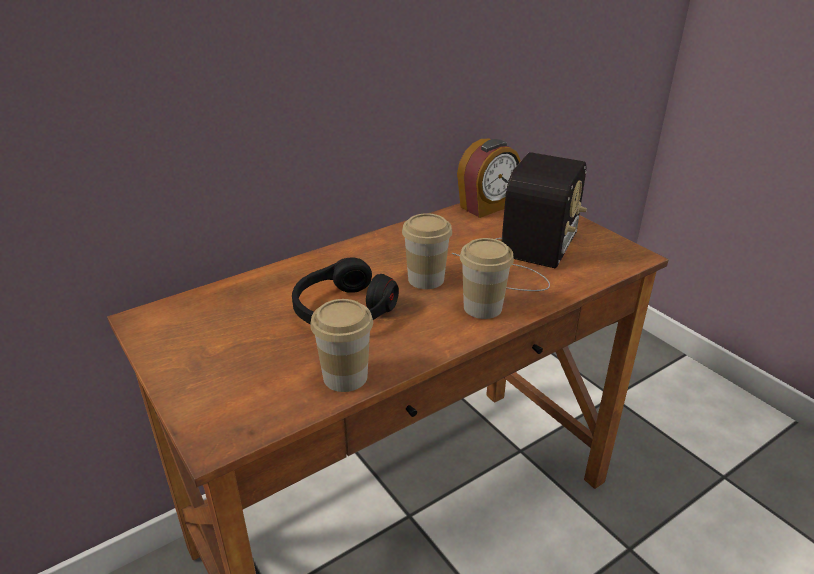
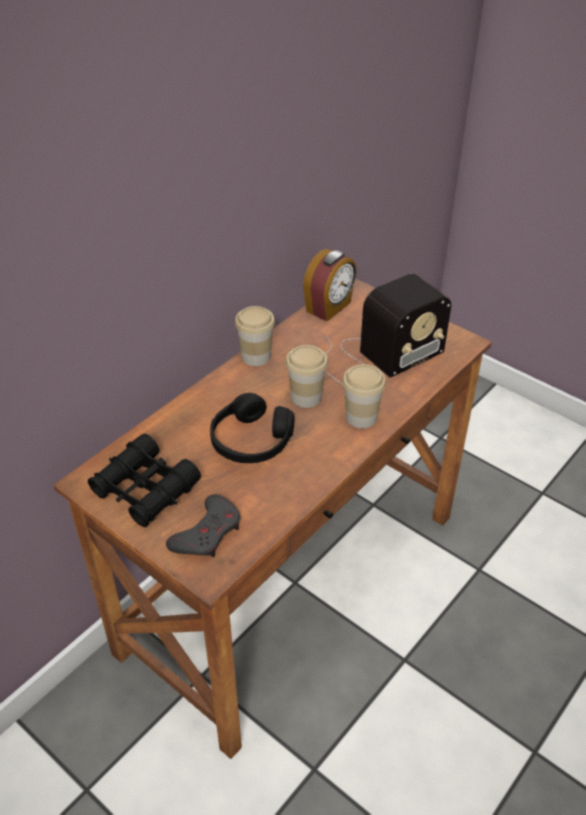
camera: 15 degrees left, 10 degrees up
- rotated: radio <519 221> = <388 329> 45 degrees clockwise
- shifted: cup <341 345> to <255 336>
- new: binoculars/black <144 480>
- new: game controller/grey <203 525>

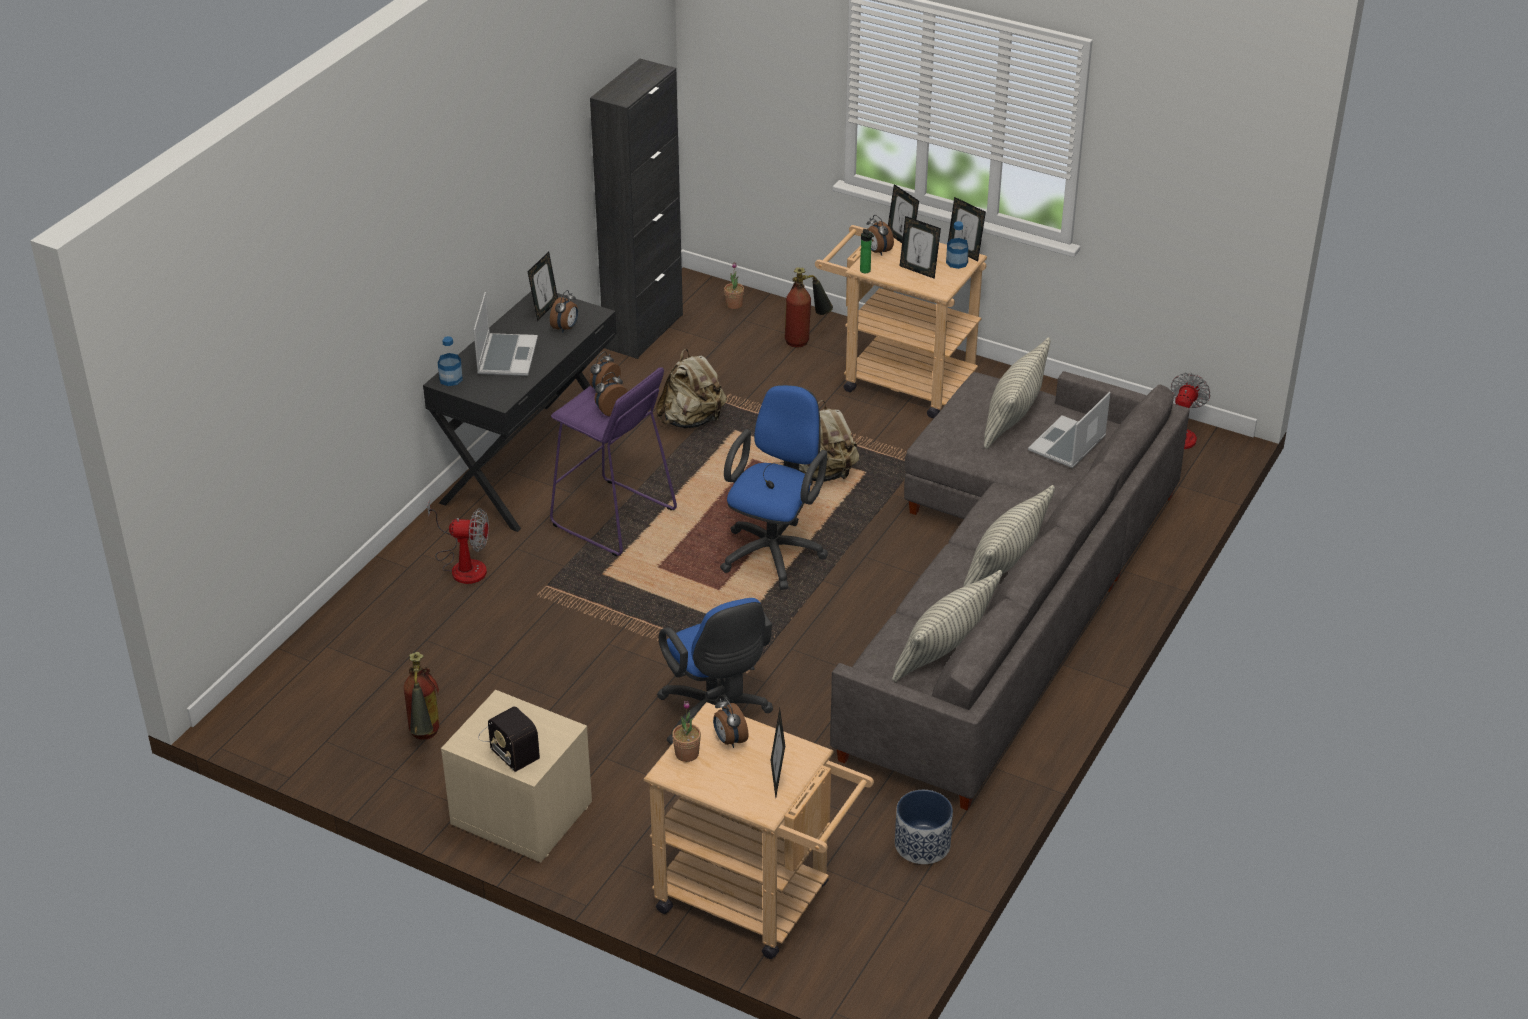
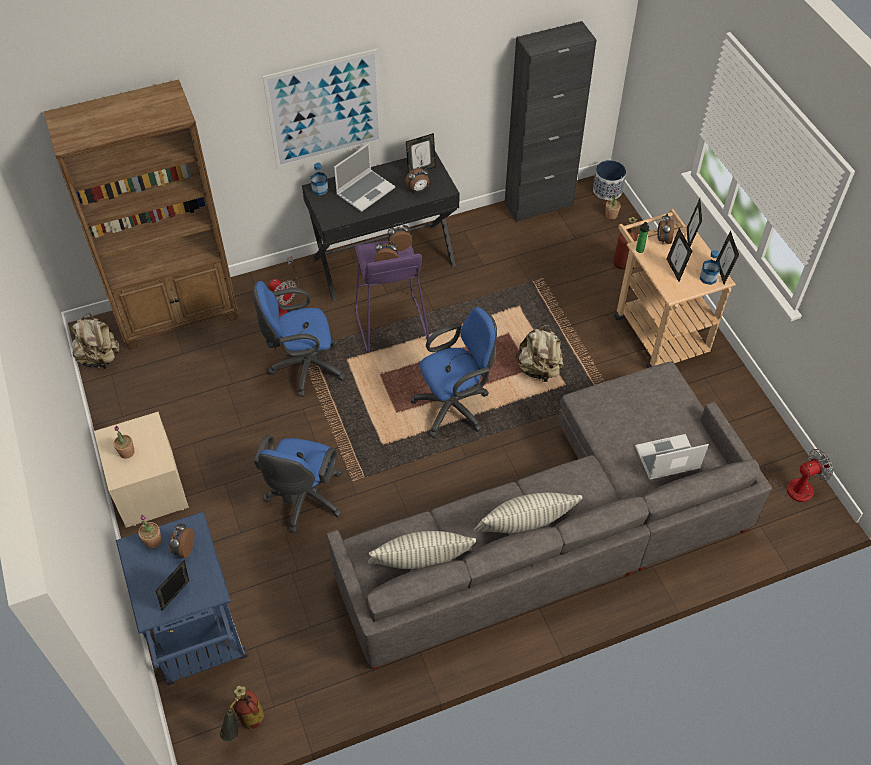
camera: 40 degrees right, 15 degrees up
- gone: pillow <1017 393>
- shifted: backpack/beige <691 388> to <95 341>
- shifted: fire extinguisher <421 696> to <242 713>
- repainted: cart/beige <759 830> to cart/blue <182 598>
- swapped: radio <509 739> to potted plant <124 442>
- shifted: planter <924 827> to <609 180>
- new: picture <323 109>
- new: bookcase/brown <141 215>
- new: office chair/blue <299 339>

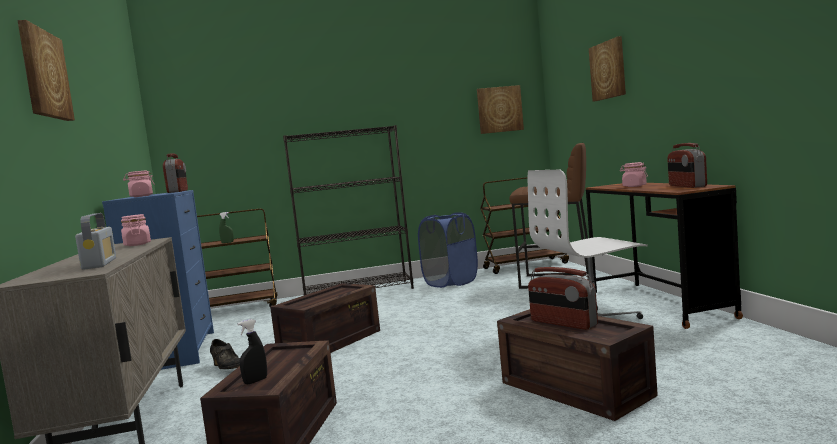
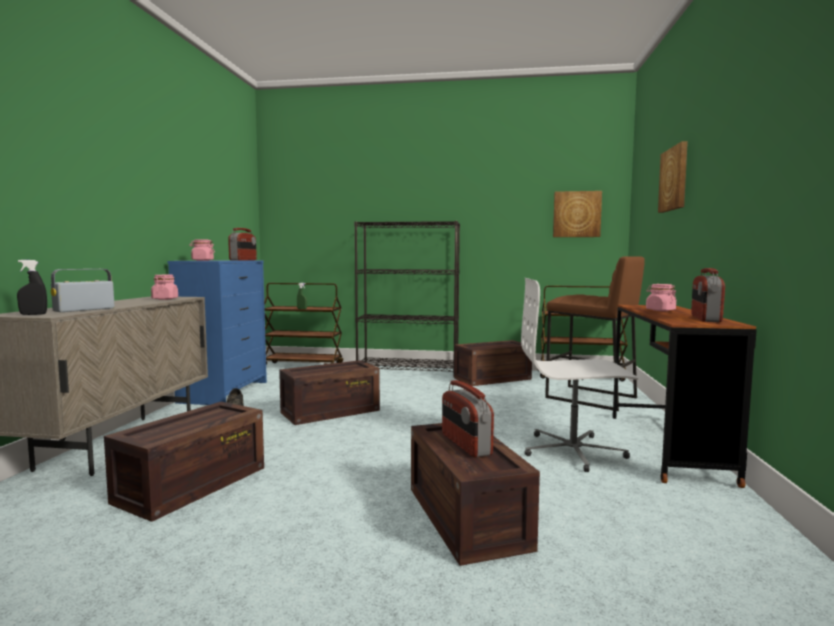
camera: 20 degrees right, 0 degrees up
- gone: picture <46 70>
- swapped: laundry basket/blue <448 250> to crate <493 363>
- rotated: radio <95 241> = <83 290> 150 degrees counterclockwise
- shifted: spray bottle/black <252 351> to <32 287>

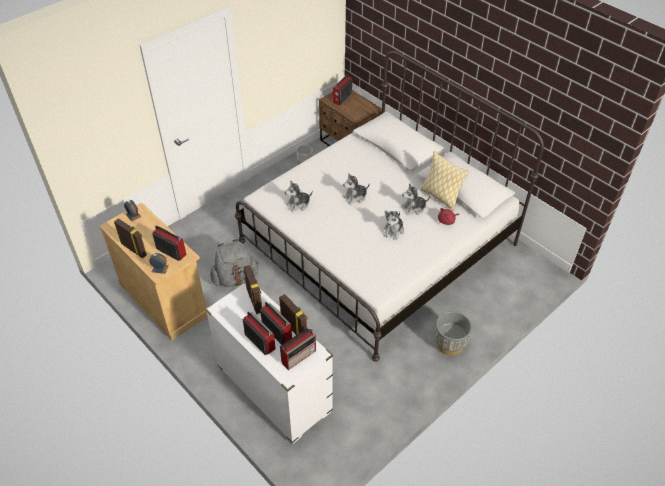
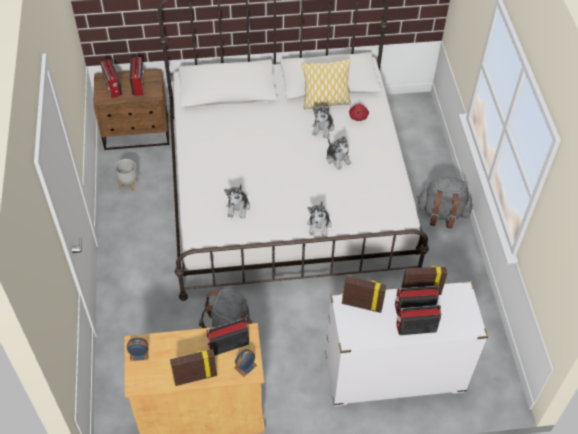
camera: 55 degrees left, 5 degrees up
- shifted: plush toy <356 189> to <319 219>
- swapped: planter/grey <453 333> to backpack/grey <445 202>
- shifted: radio <298 349> to <136 75>

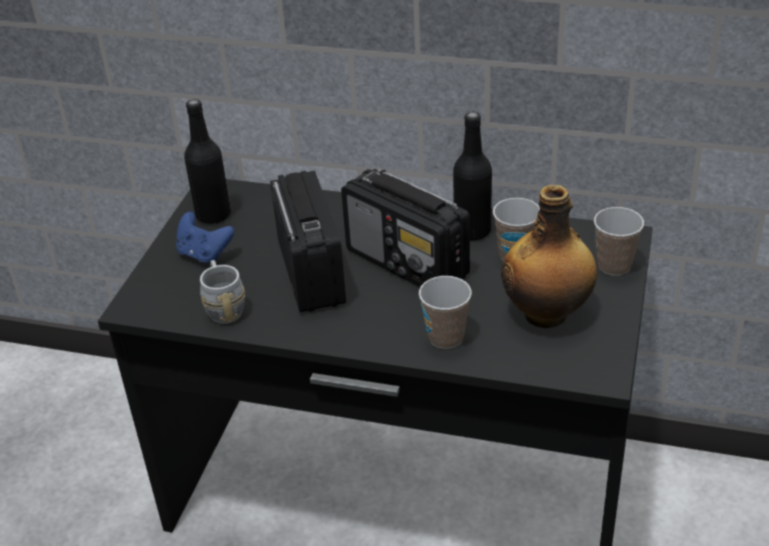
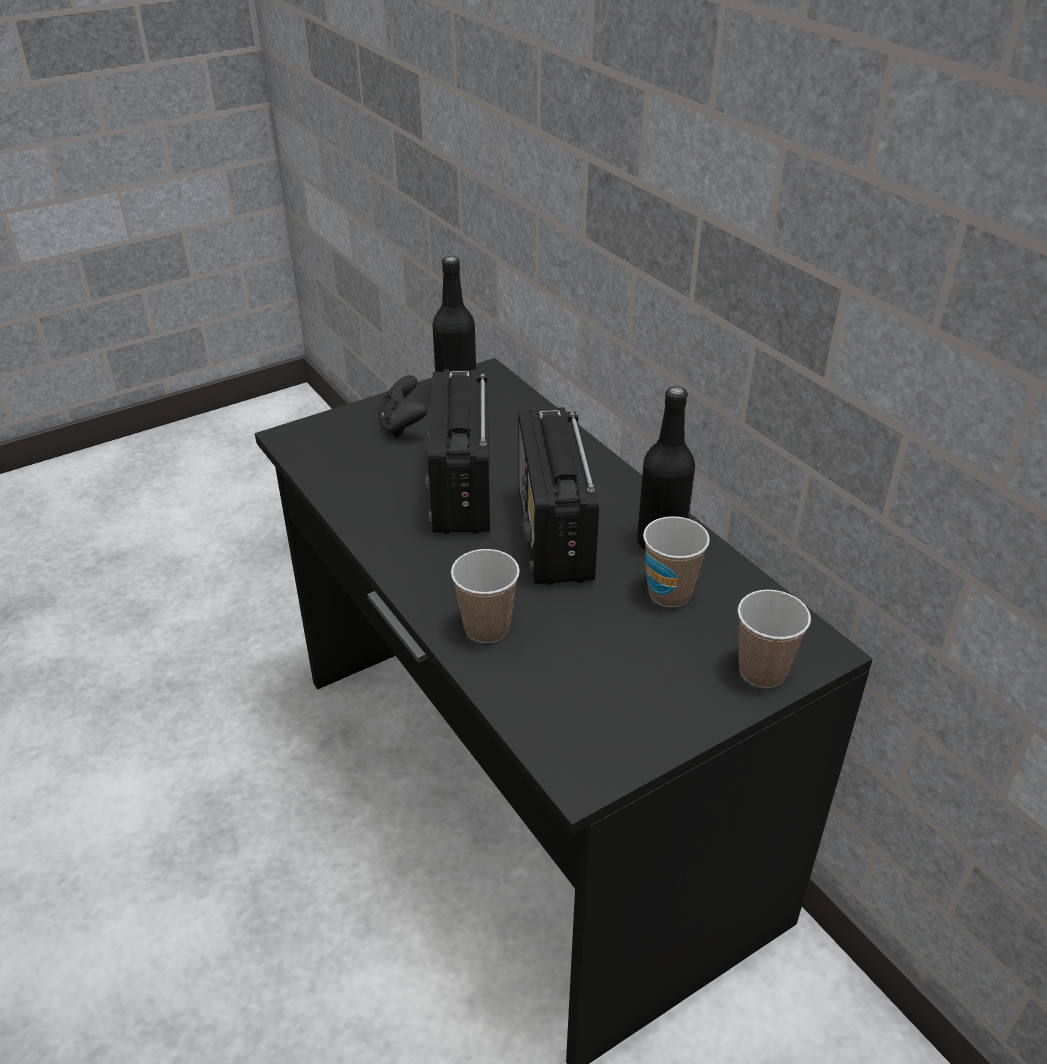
camera: 40 degrees right, 0 degrees up
- rotated: radio <308 241> = <458 451> 150 degrees clockwise
- gone: bottle <549 256>
- repainted: game controller/blue <205 237> to game controller/black <403 406>
- gone: mug/grey <222 292>

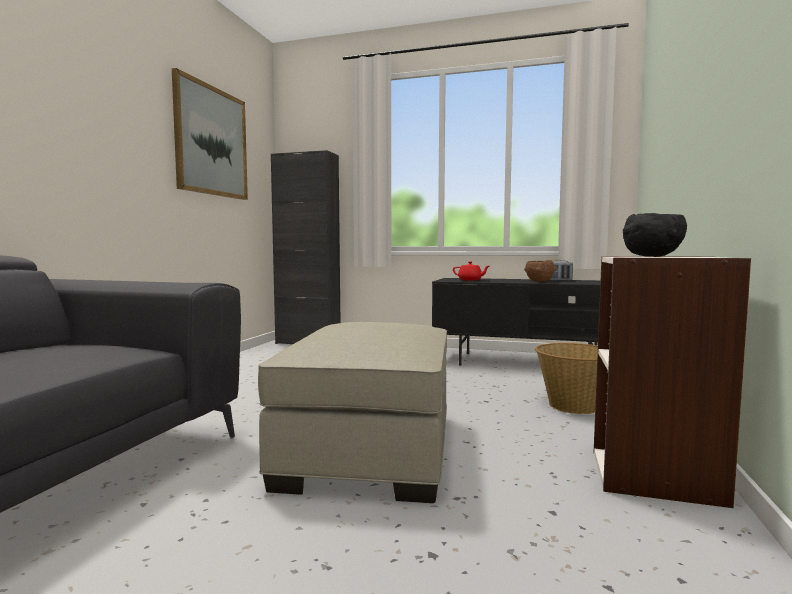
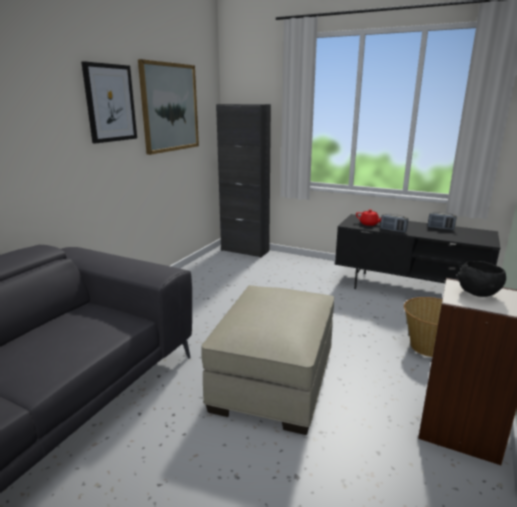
camera: 10 degrees right, 15 degrees up
- gone: bowl/brown <540 271>
- new: picture <109 102>
- new: radio <394 223>

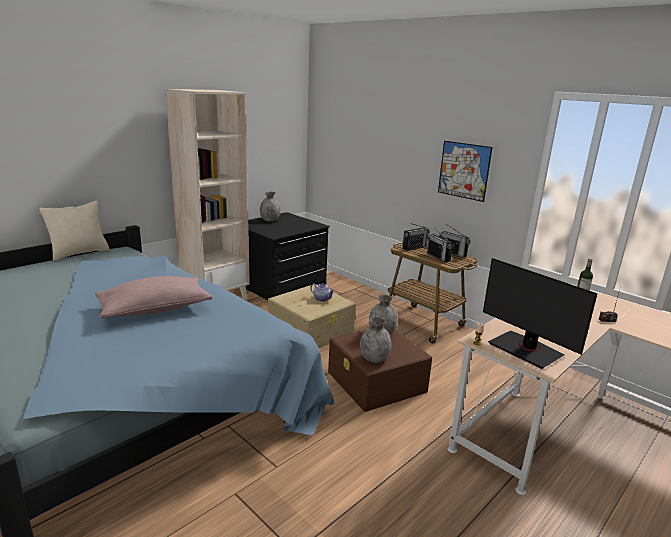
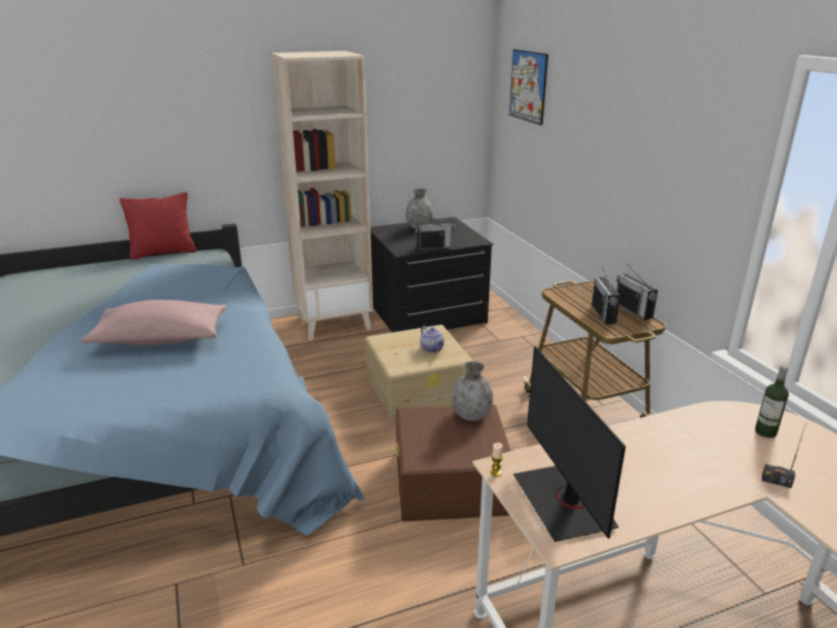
camera: 25 degrees right, 5 degrees up
- shifted: picture <465 171> to <528 87>
- repainted: pillow/beige <74 231> to pillow/red <158 226>
- shifted: radio <416 237> to <435 232>
- gone: vase/grey <375 340>

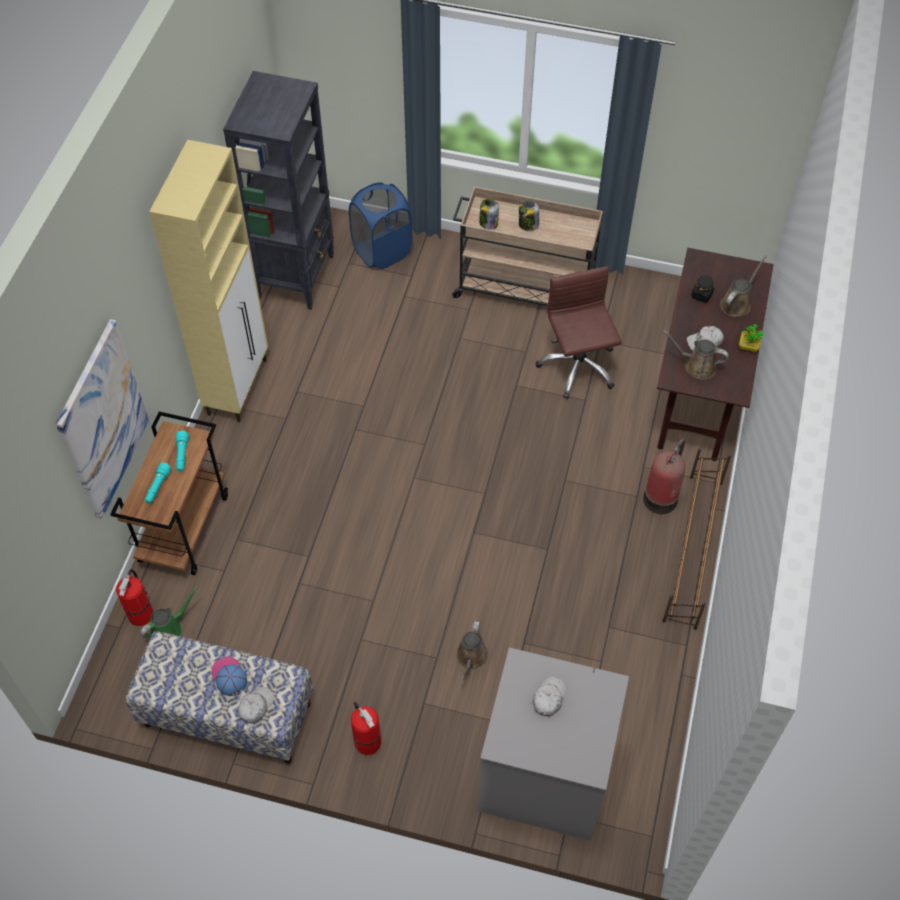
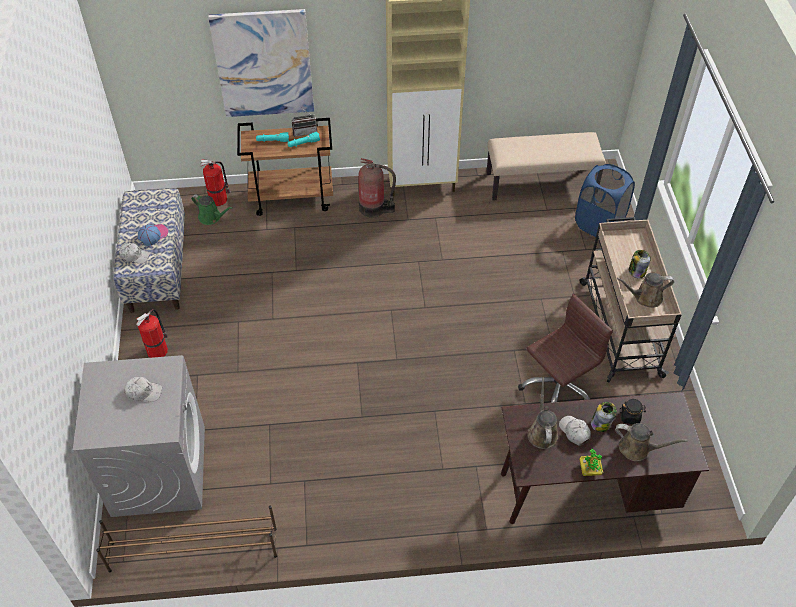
camera: 70 degrees right, 5 degrees down
- swapped: bookcase/black <278 190> to bench/beige <546 166>
- shifted: jar <489 214> to <604 417>
- shifted: fire extinguisher <664 476> to <377 188>
- shifted: shoe rack/brown <696 539> to <186 539>
- shifted: watering can/brown <472 650> to <645 290>
- new: radio <304 121>

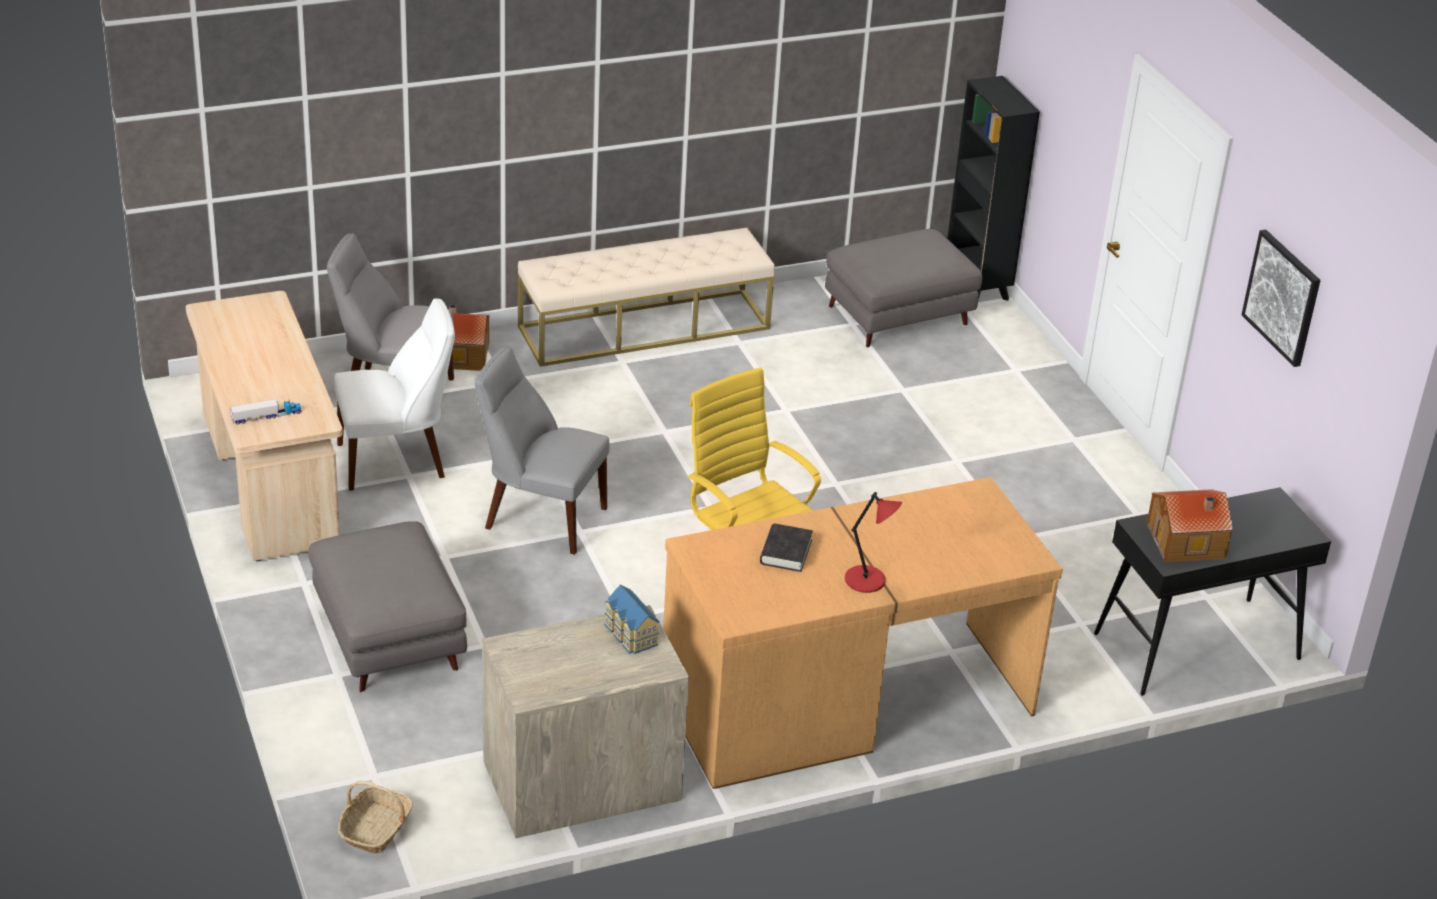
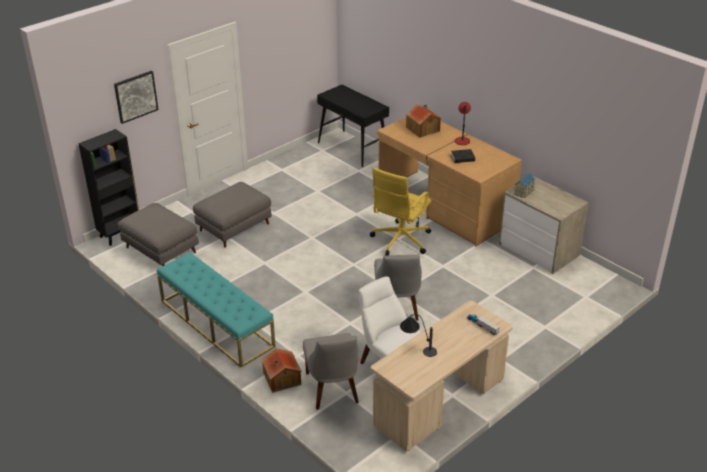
camera: 110 degrees left, 0 degrees up
- repainted: bench/beige <646 297> to bench/turquoise <216 310>
- shifted: picture <1281 298> to <136 97>
- shifted: toy house <1189 525> to <423 121>
- shifted: ottoman/grey <387 606> to <232 214>
- gone: basket <375 817>
- new: table lamp <418 335>

